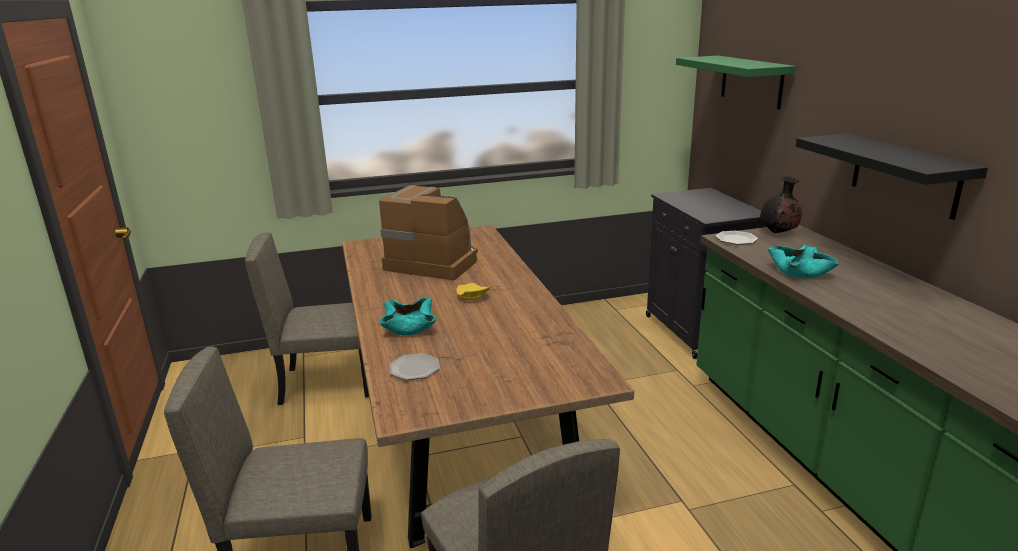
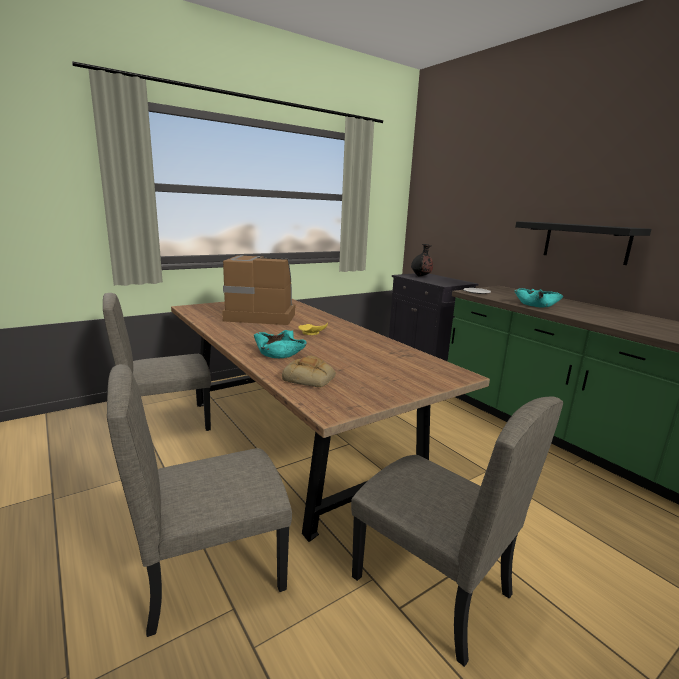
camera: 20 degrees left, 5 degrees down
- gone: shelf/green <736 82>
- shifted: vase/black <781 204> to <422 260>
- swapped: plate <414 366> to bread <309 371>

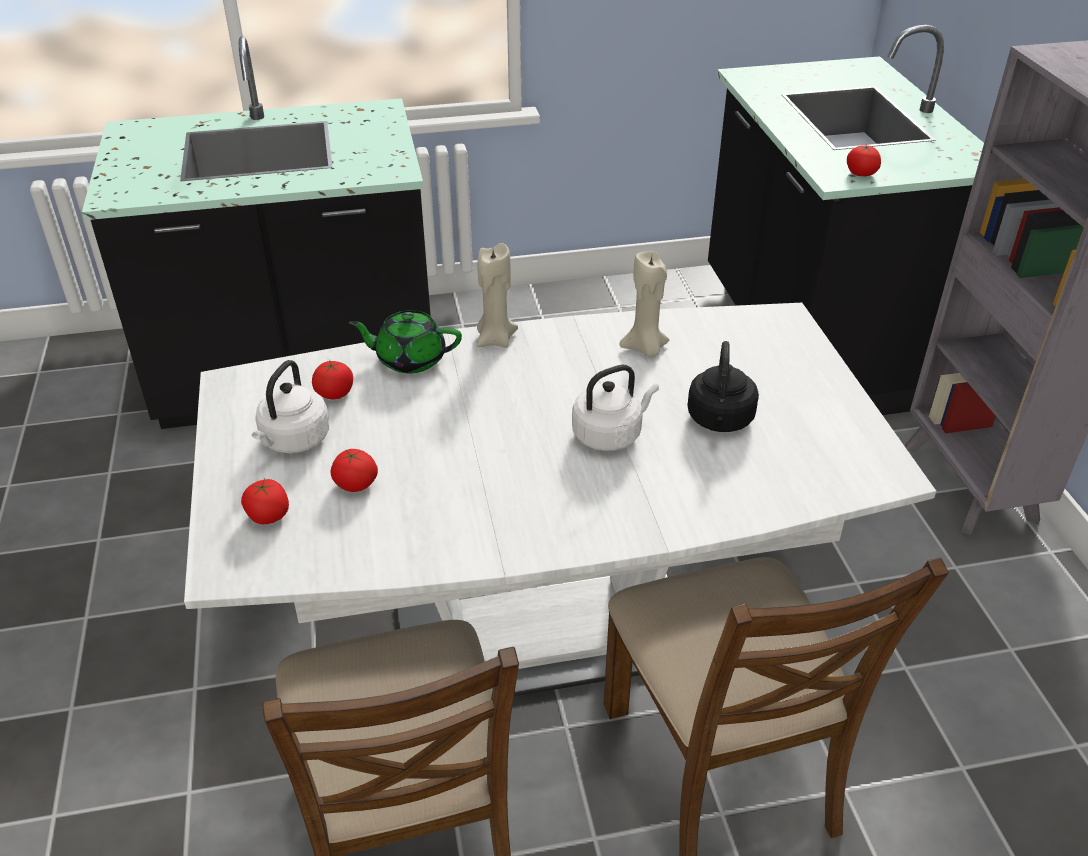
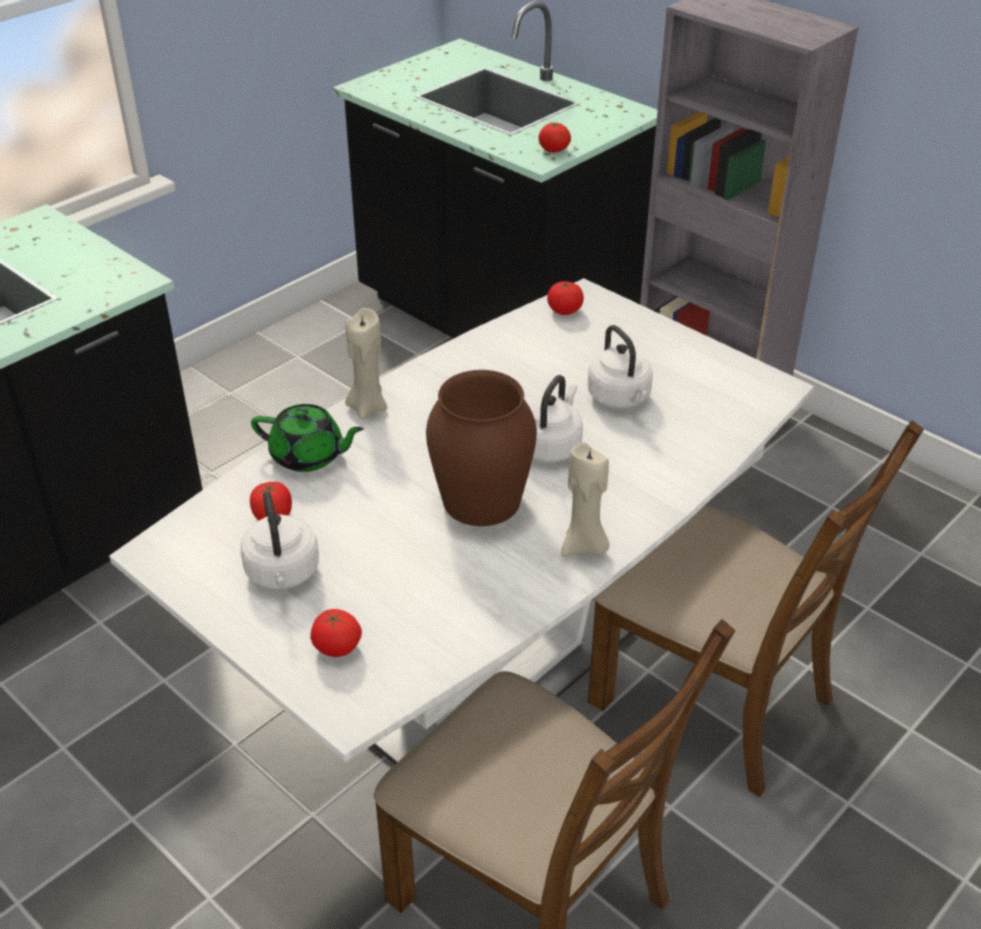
camera: 35 degrees left, 0 degrees up
- shifted: candle/beige <644 304> to <585 499>
- rotated: teapot/green <405 342> = <307 438> 135 degrees counterclockwise
- repainted: kettle/black <723 386> to kettle/white <620 366>
- shifted: tomato <354 470> to <565 297>
- new: vase/brown <481 448>

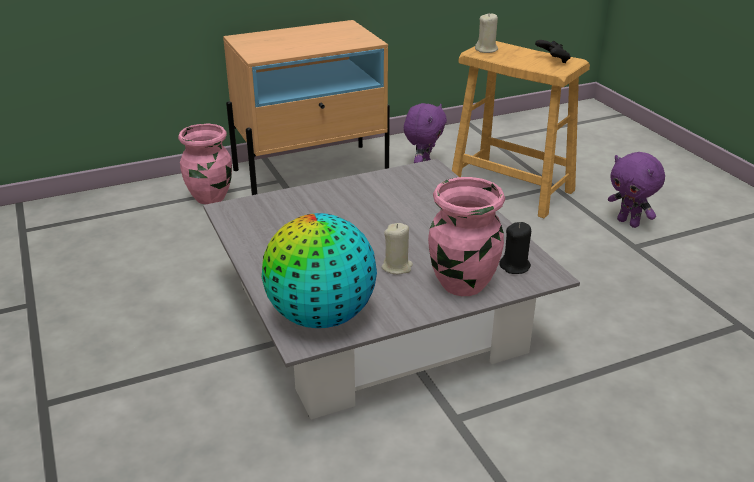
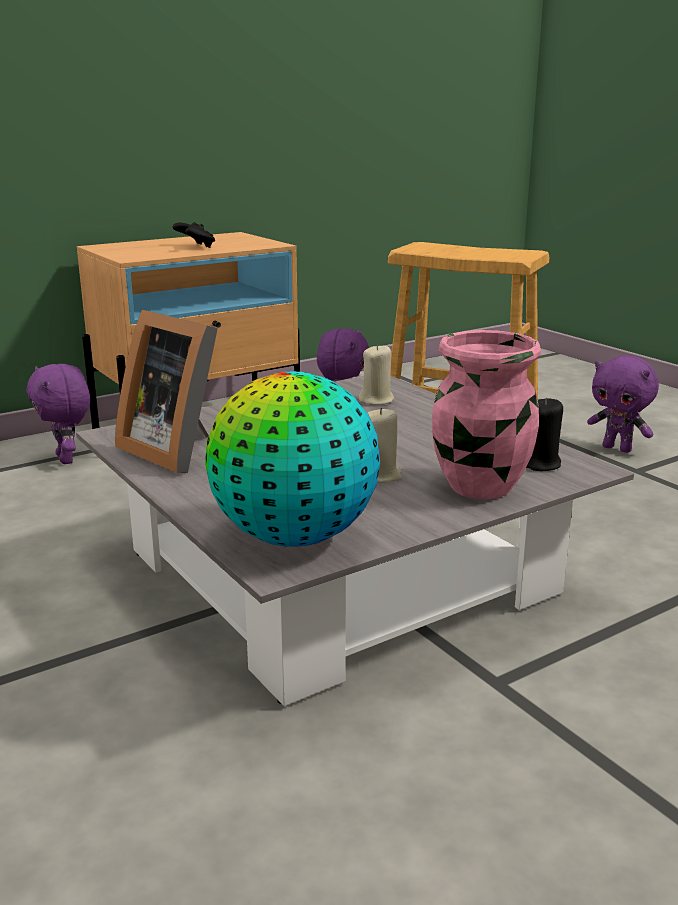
camera: 10 degrees left, 10 degrees down
- shifted: candle/beige <486 33> to <376 374>
- shifted: game controller/black <553 52> to <194 235>
- swapped: vase/pink <205 164> to plush toy/purple <58 414>
- new: picture frame <166 391>

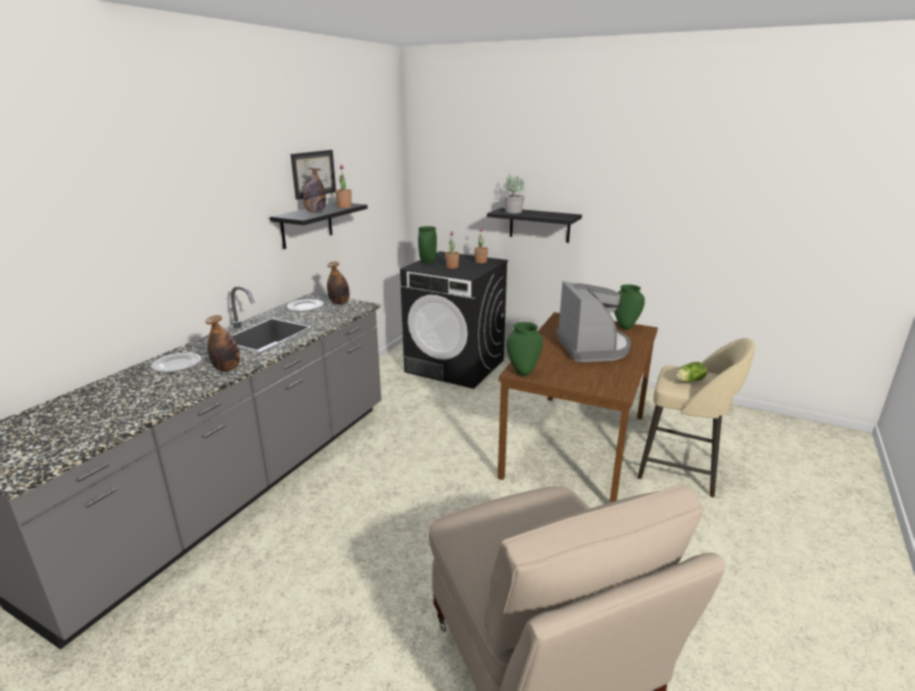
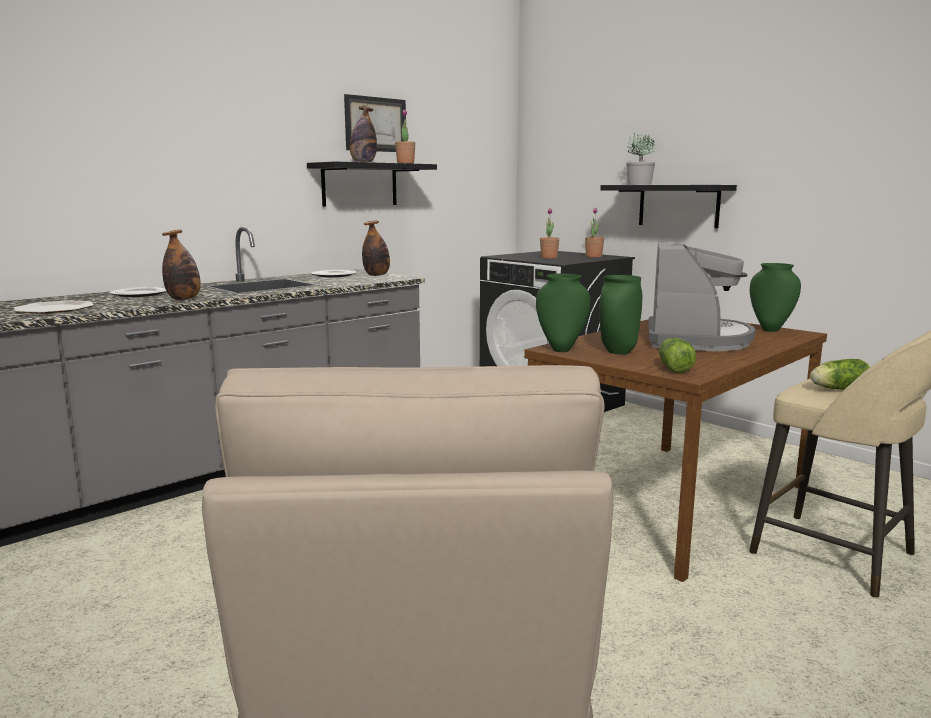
camera: 20 degrees right, 10 degrees down
- shifted: vase/green <427 245> to <620 315>
- new: plate <54 306>
- new: lettuce <677 355>

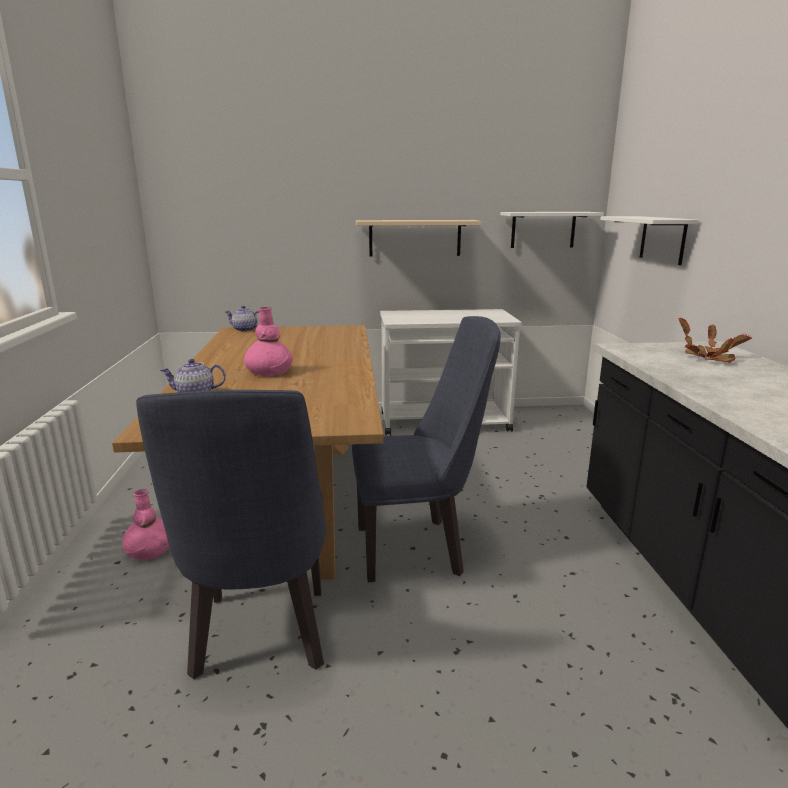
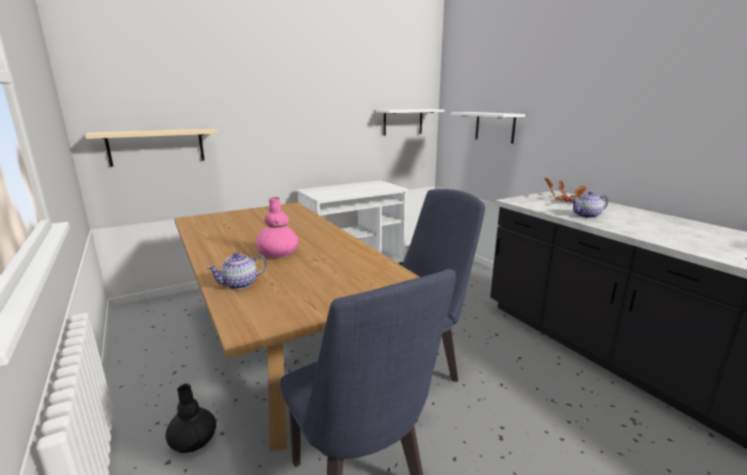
camera: 25 degrees left, 0 degrees up
- shifted: shelf/beige <418 238> to <151 147>
- shifted: teapot <242 319> to <589 204>
- repainted: vase/pink <145 524> to vase/black <191 418>

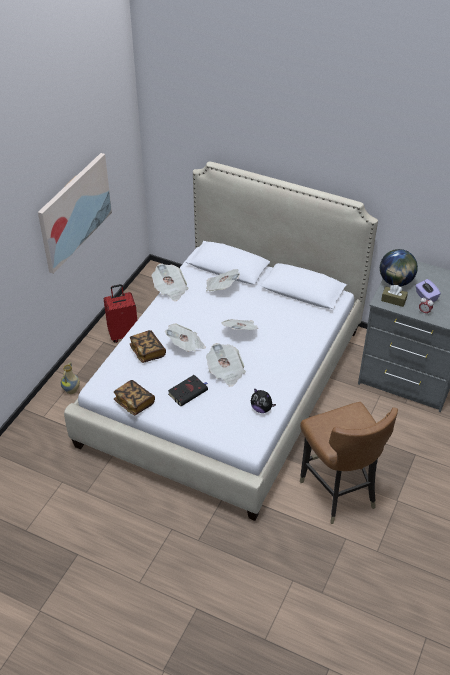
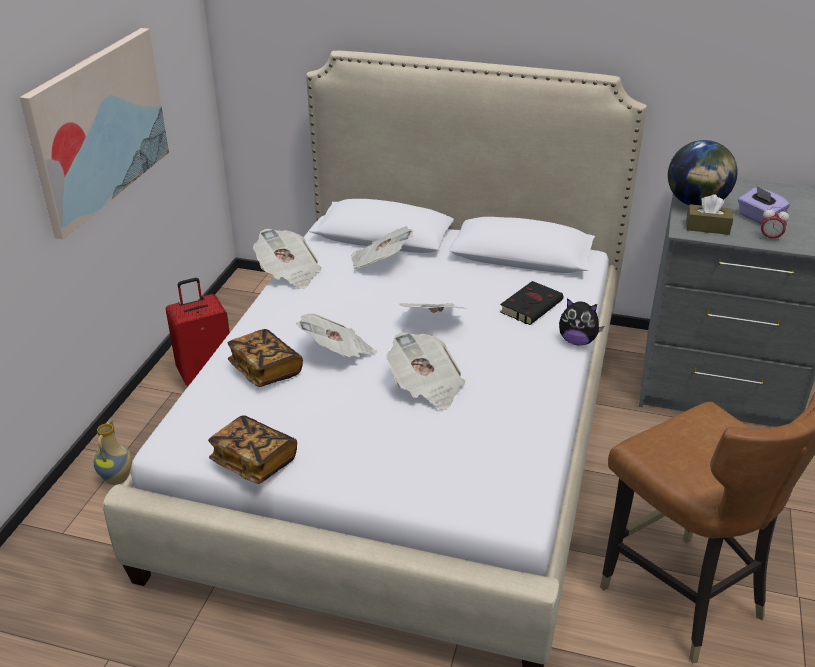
camera: 10 degrees left, 10 degrees down
- shifted: book/black <188 390> to <531 303>
- shifted: plush toy <263 400> to <581 322>

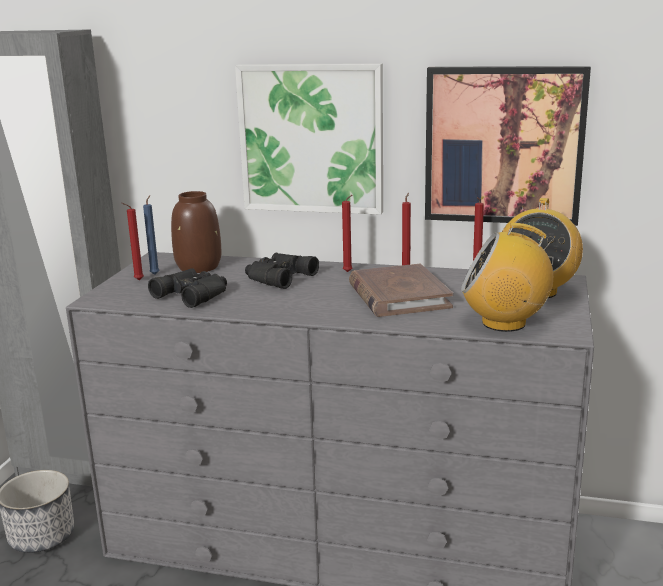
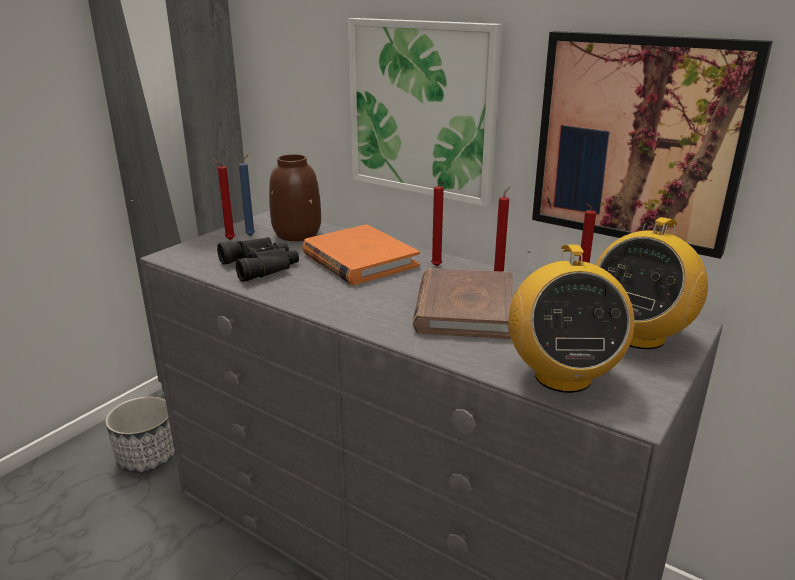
camera: 20 degrees right, 5 degrees up
- rotated: radio <508 277> = <571 318> 120 degrees counterclockwise
- swapped: binoculars/black <282 271> to book/orange <361 254>

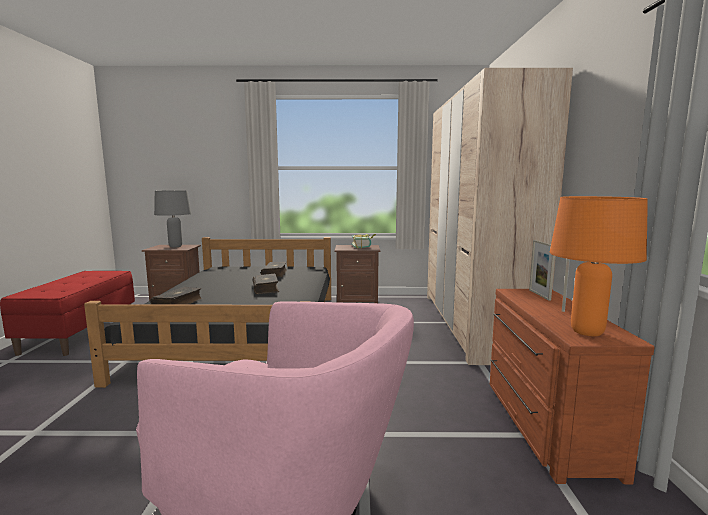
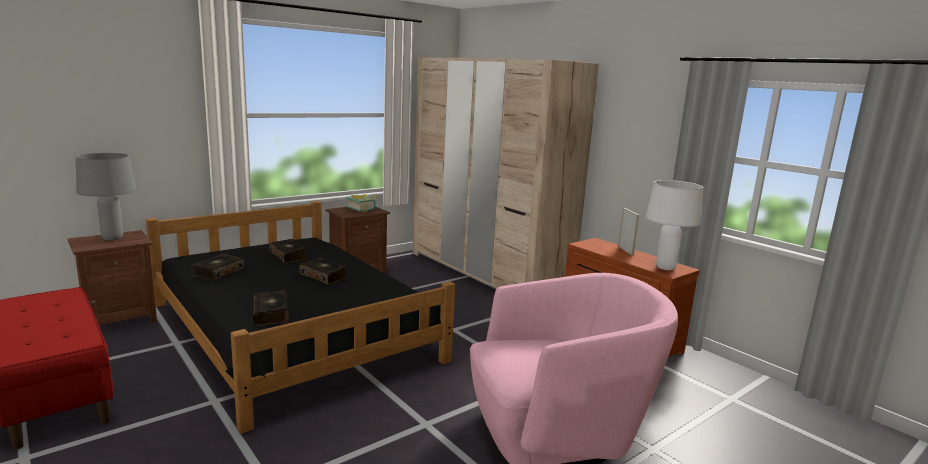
camera: 40 degrees left, 5 degrees up
- repainted: table lamp/orange <599 266> to table lamp/white <674 225>
- gone: picture frame <542 270>
- new: book <217 267>

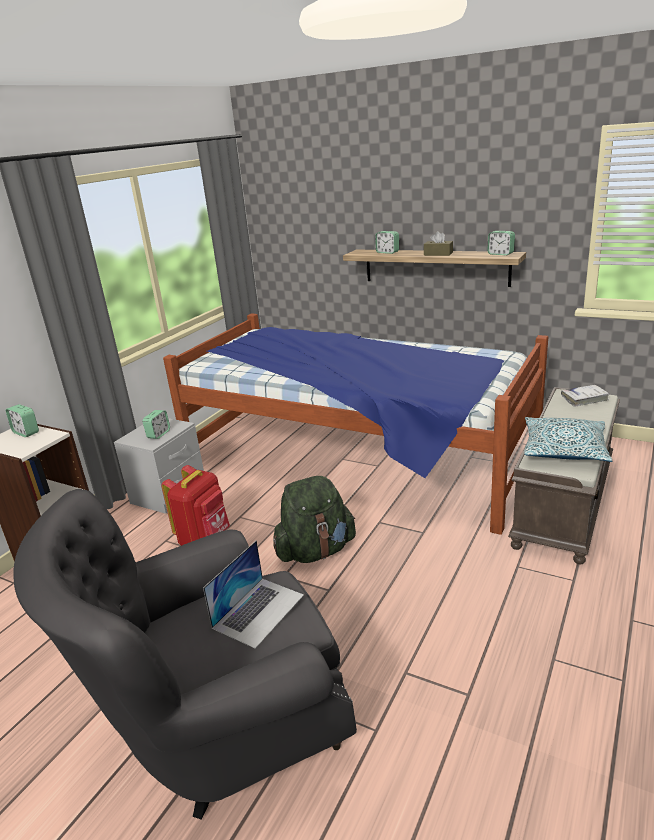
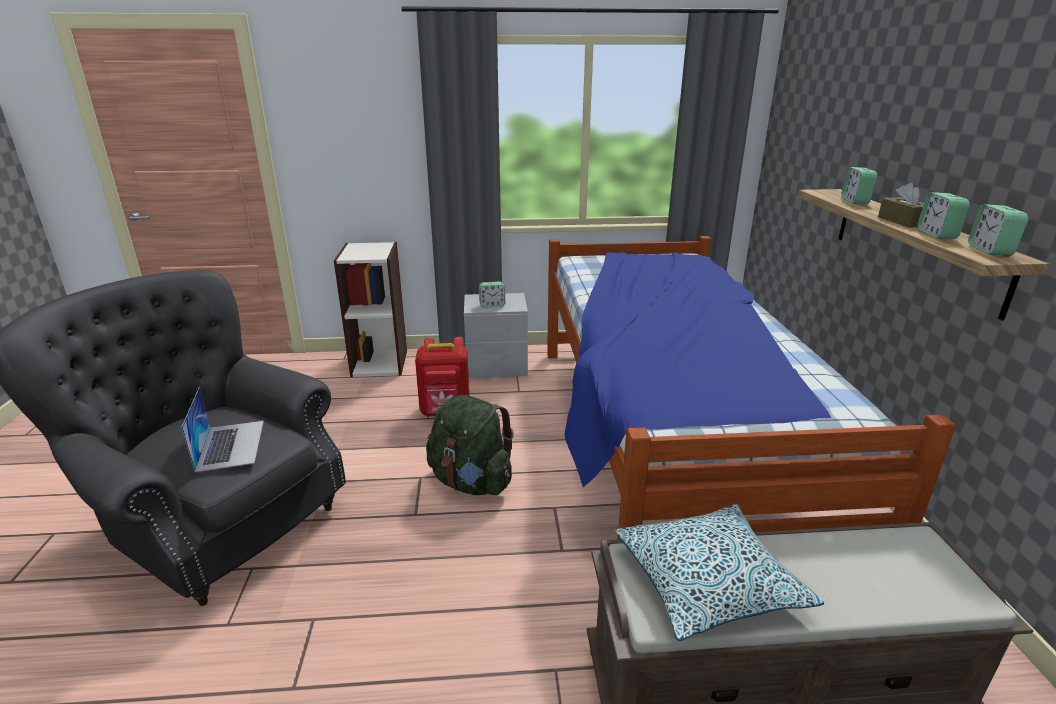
camera: 55 degrees right, 0 degrees up
- gone: book/white <585 396>
- shifted: alarm clock <22 420> to <943 215>
- rotated: laptop <253 594> = <222 429> 105 degrees counterclockwise

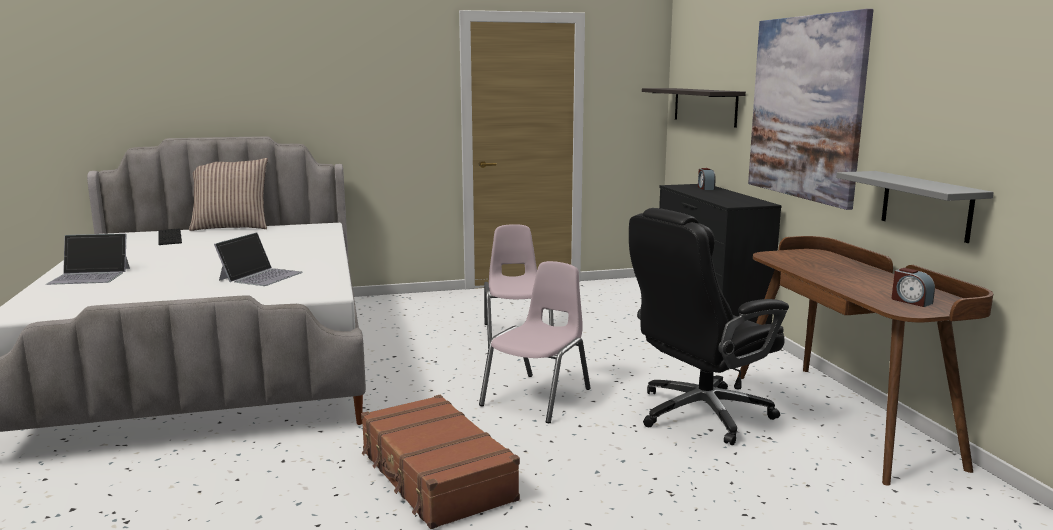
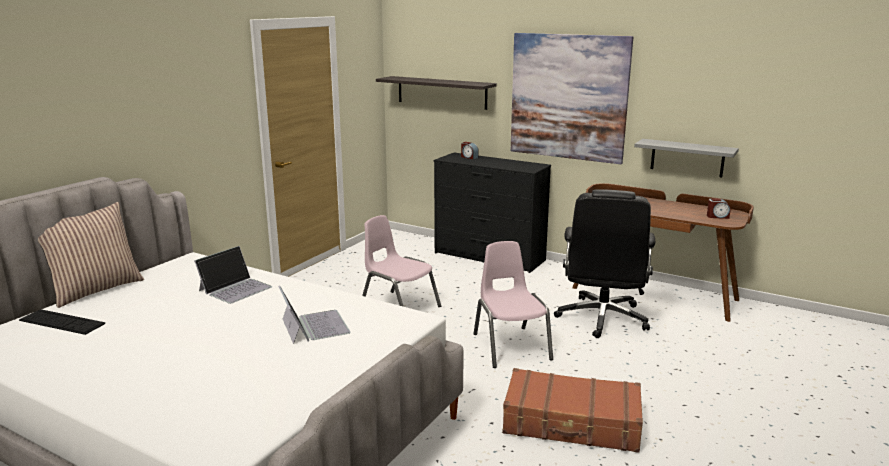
camera: 45 degrees left, 5 degrees up
- shifted: laptop <88 259> to <233 275>

